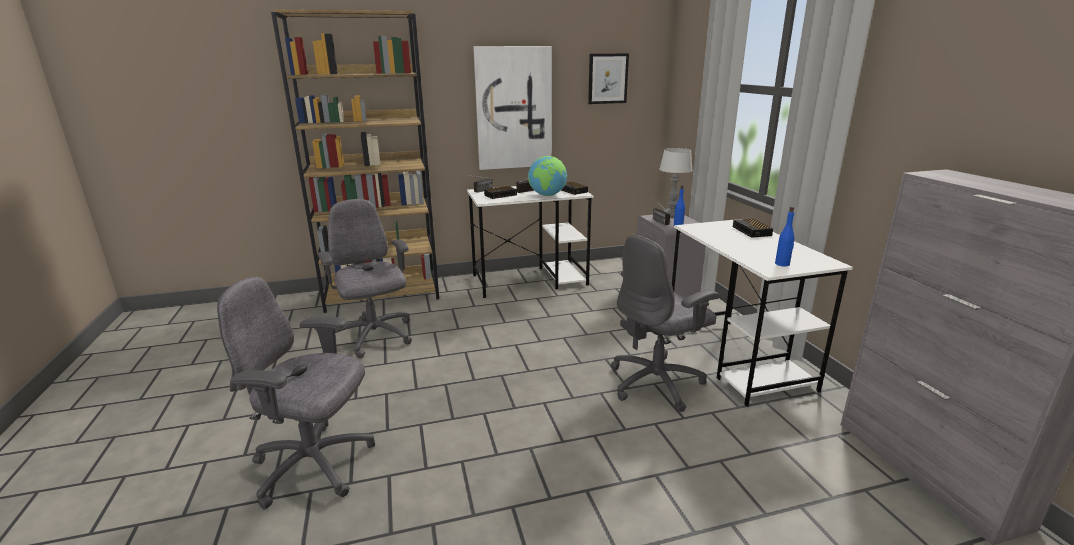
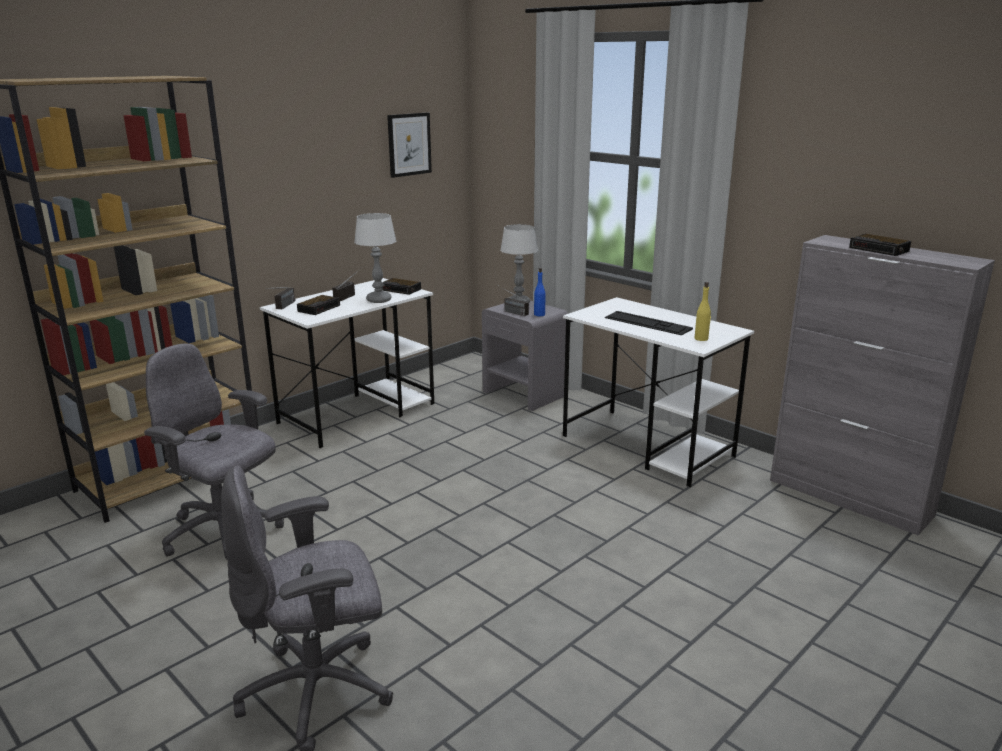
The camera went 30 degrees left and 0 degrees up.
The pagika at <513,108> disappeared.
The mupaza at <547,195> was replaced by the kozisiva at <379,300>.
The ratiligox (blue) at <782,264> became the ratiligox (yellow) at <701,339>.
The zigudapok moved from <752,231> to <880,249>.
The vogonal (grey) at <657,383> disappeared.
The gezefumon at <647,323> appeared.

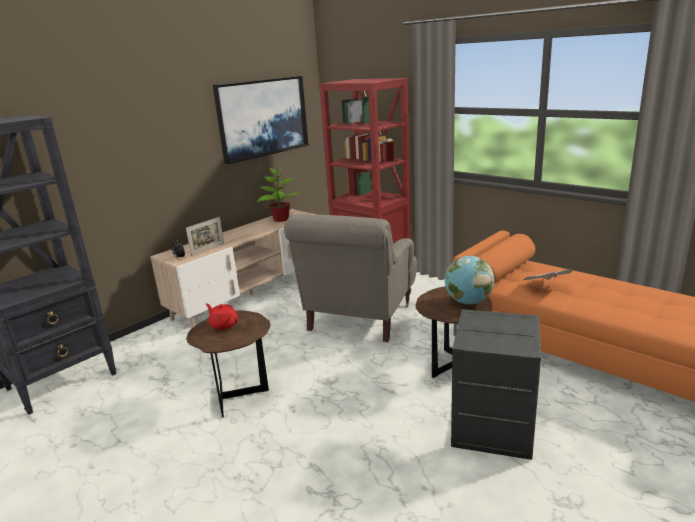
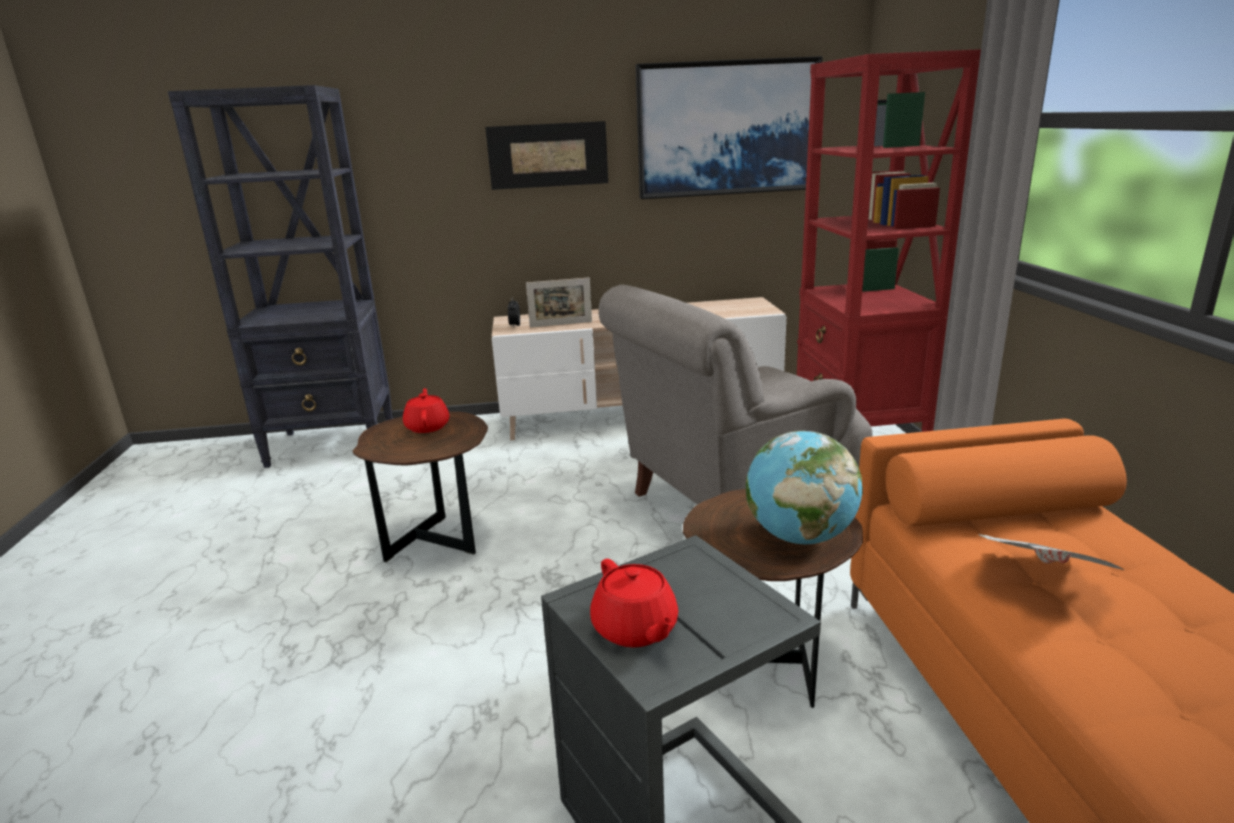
The camera went 40 degrees right and 0 degrees up.
The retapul at <281,219> disappeared.
The pagika at <548,155> appeared.
The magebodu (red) at <635,629> appeared.

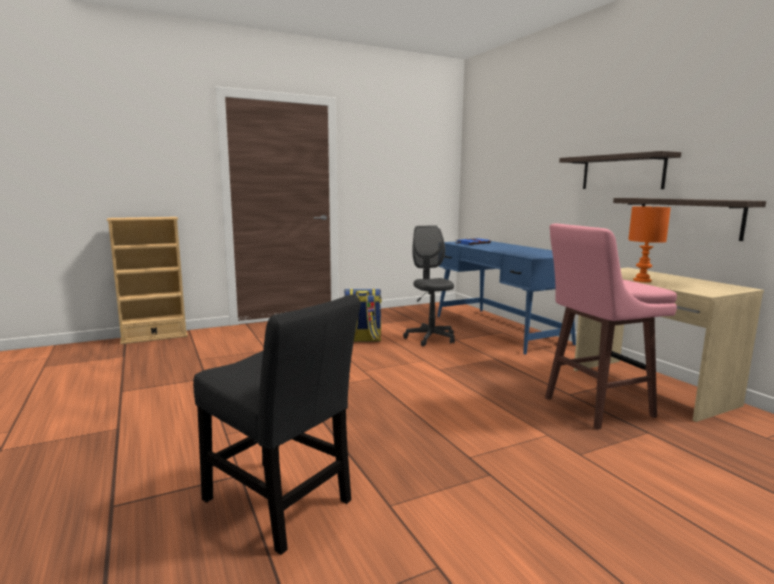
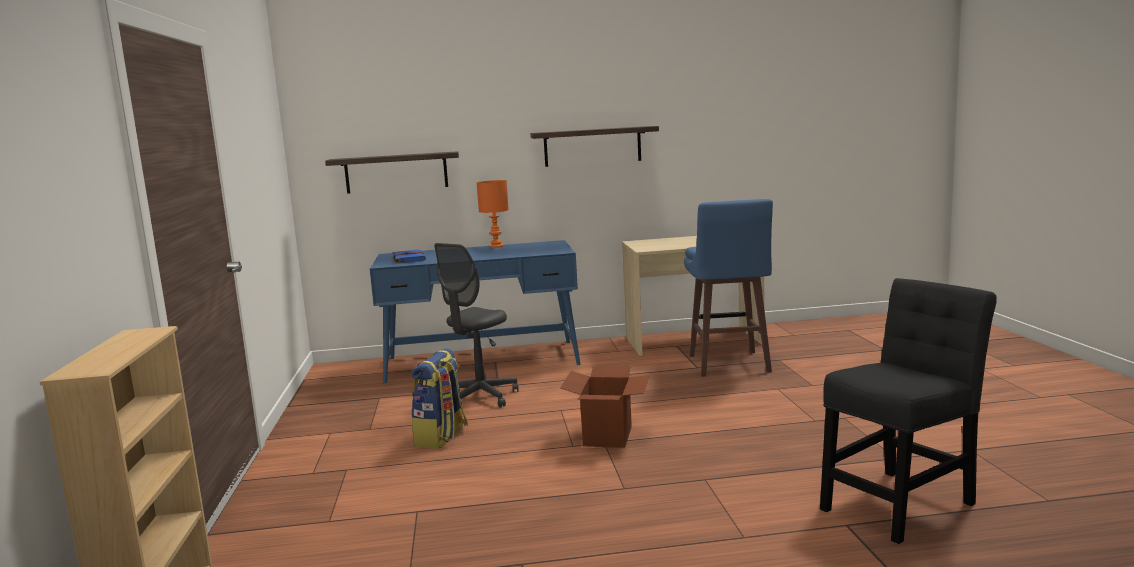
The camera went 70 degrees left and 0 degrees up.
The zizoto moved from <689,217> to <396,172>.
The kozisiva (orange) moved from <642,280> to <496,246>.
The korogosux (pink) at <595,407> became the korogosux (blue) at <728,365>.
The vogonal (grey) at <430,338> turned 60 degrees counterclockwise.
The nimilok at <608,436> appeared.

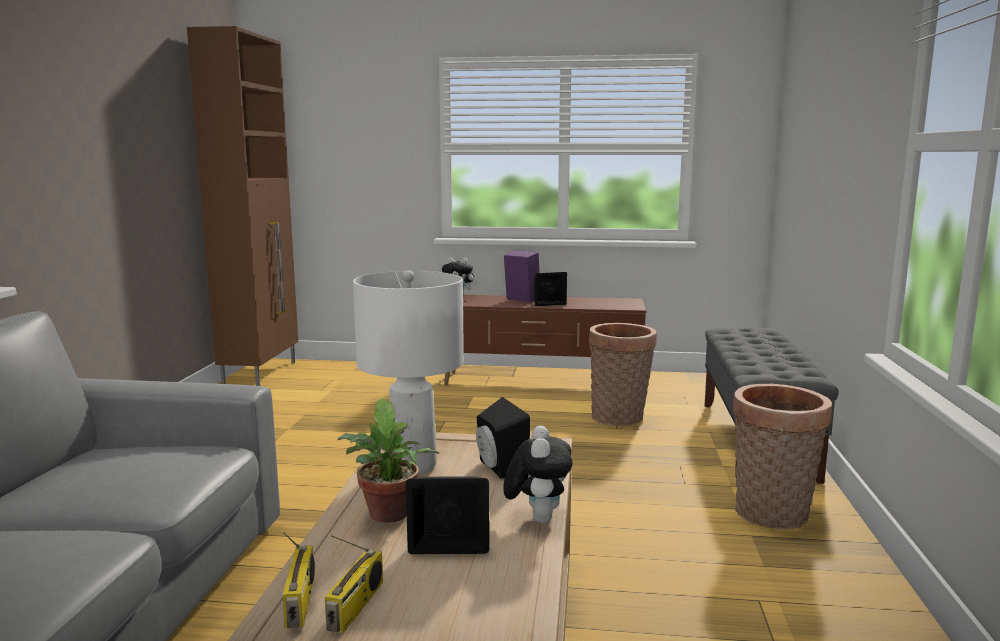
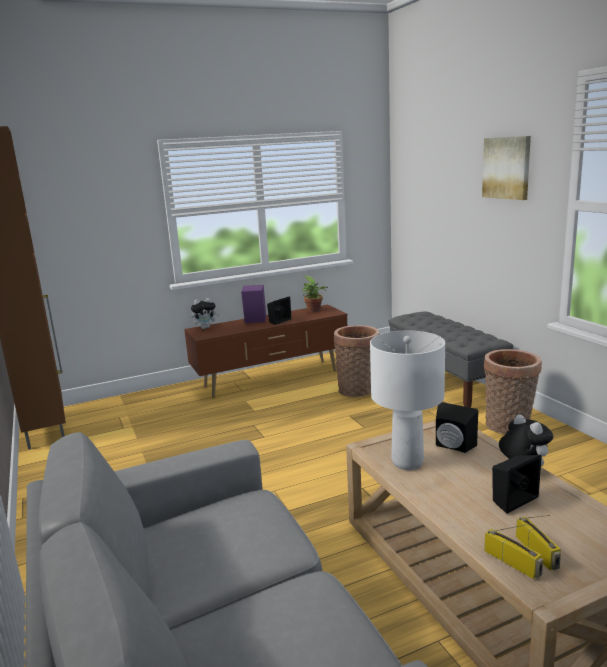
The camera went 30 degrees left and 5 degrees up.
The retapul moved from <389,516> to <315,311>.
The pagika at <507,168> appeared.

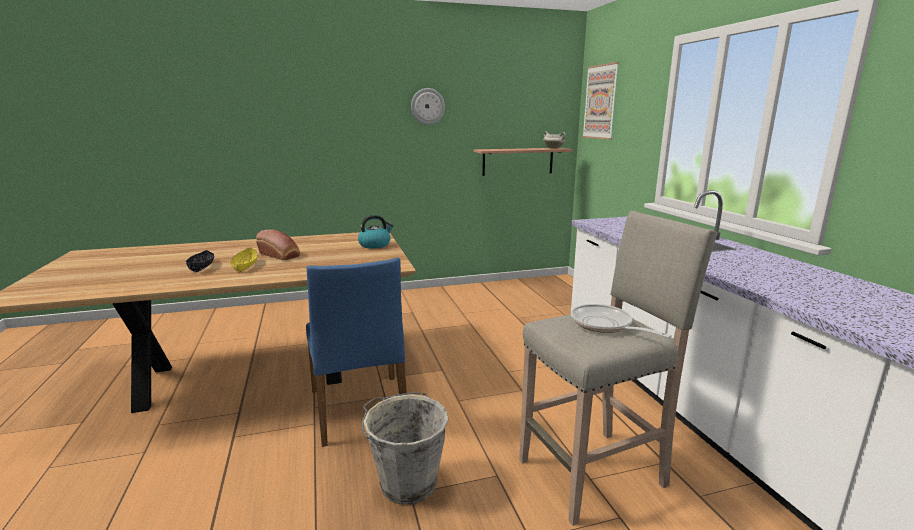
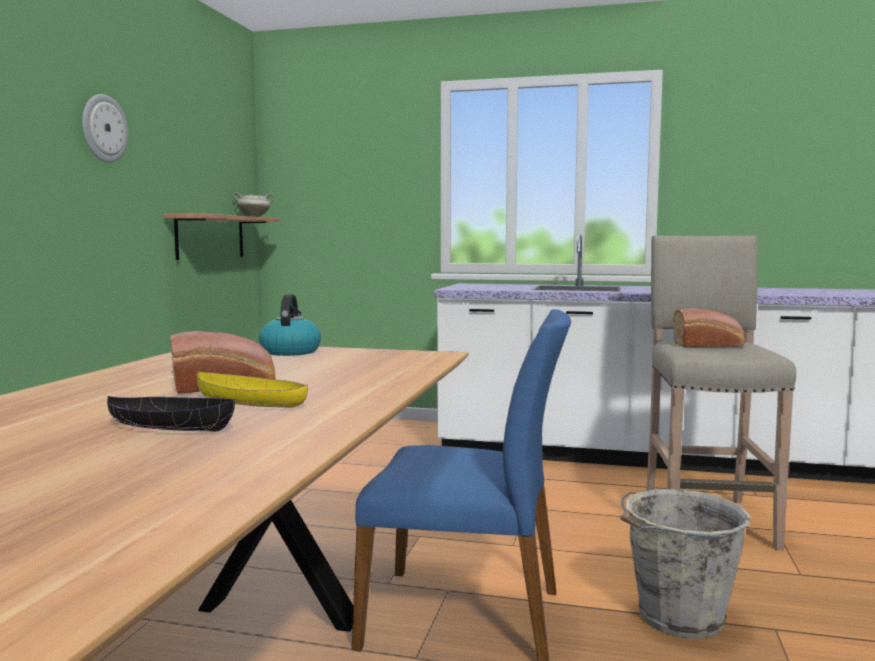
The camera went 60 degrees left and 10 degrees down.
The pagika at <600,102> disappeared.
The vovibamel at <605,325> was replaced by the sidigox at <709,345>.

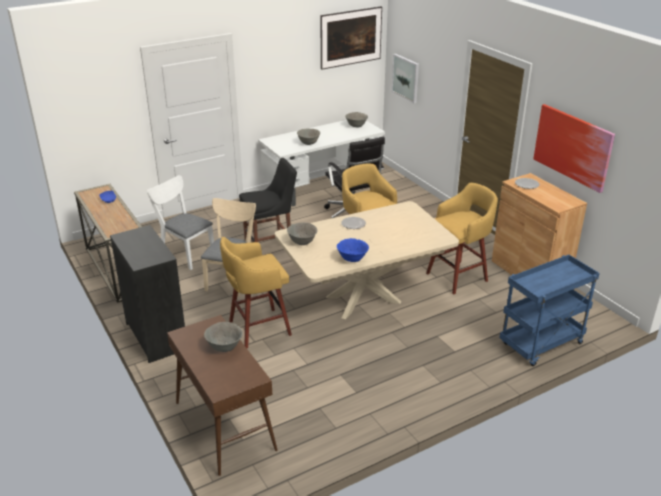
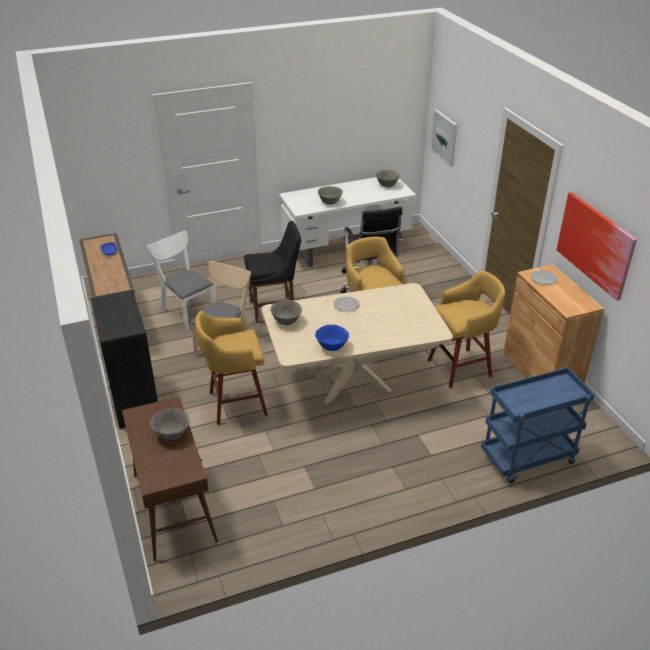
The camera went 10 degrees right and 5 degrees up.
The pagika at <350,50> disappeared.

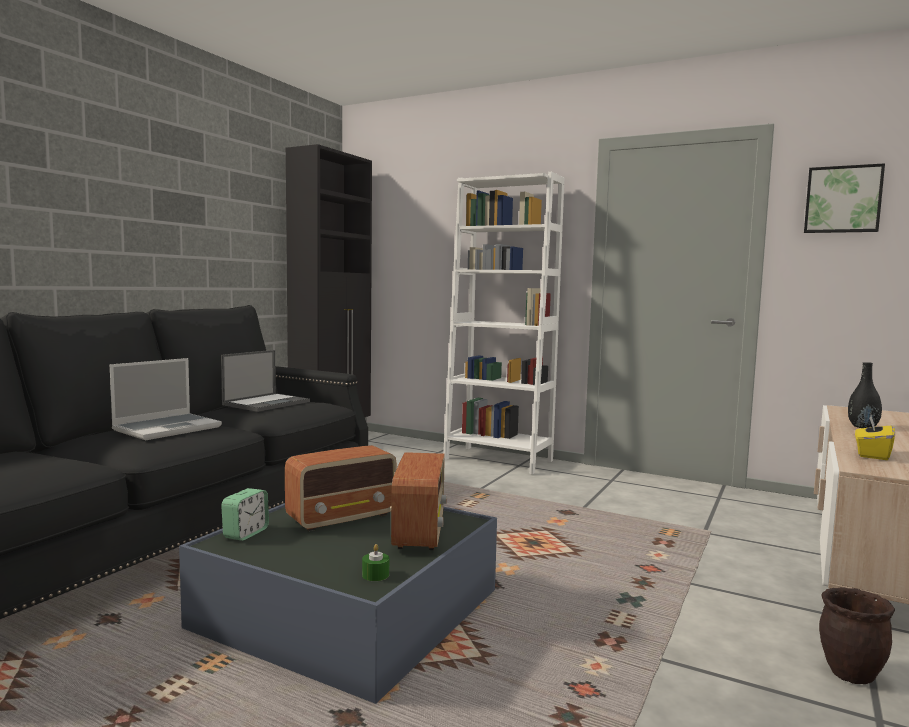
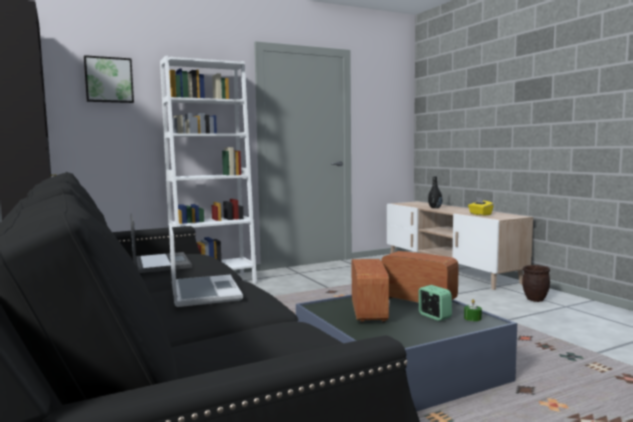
The camera went 55 degrees left and 0 degrees up.
The pagika moved from <842,199> to <109,80>.
The zigudapok moved from <246,533> to <434,316>.

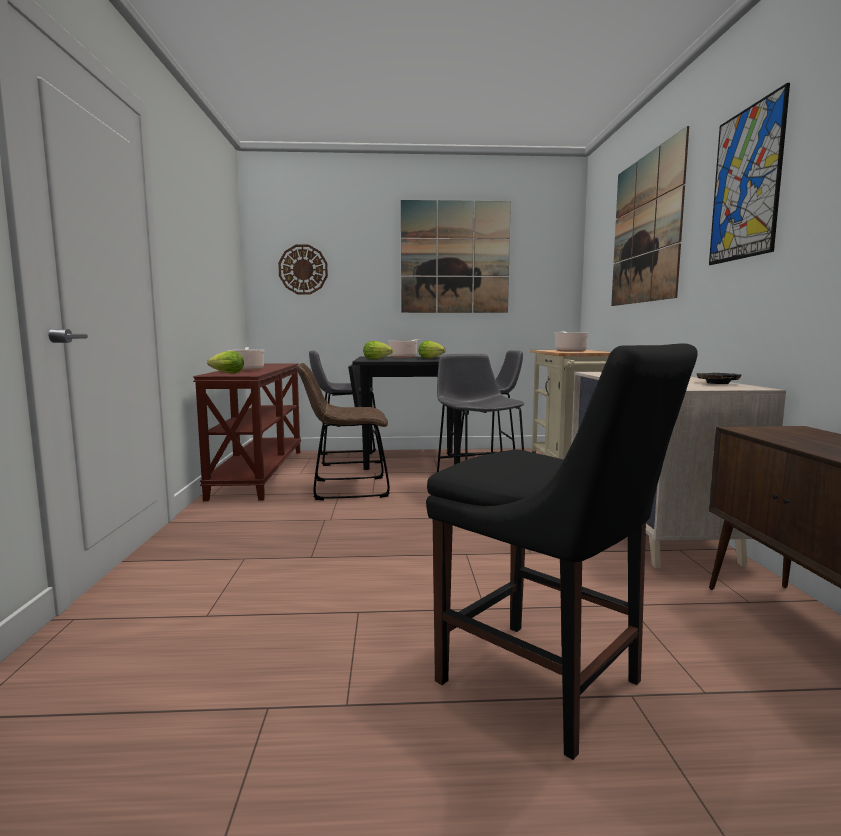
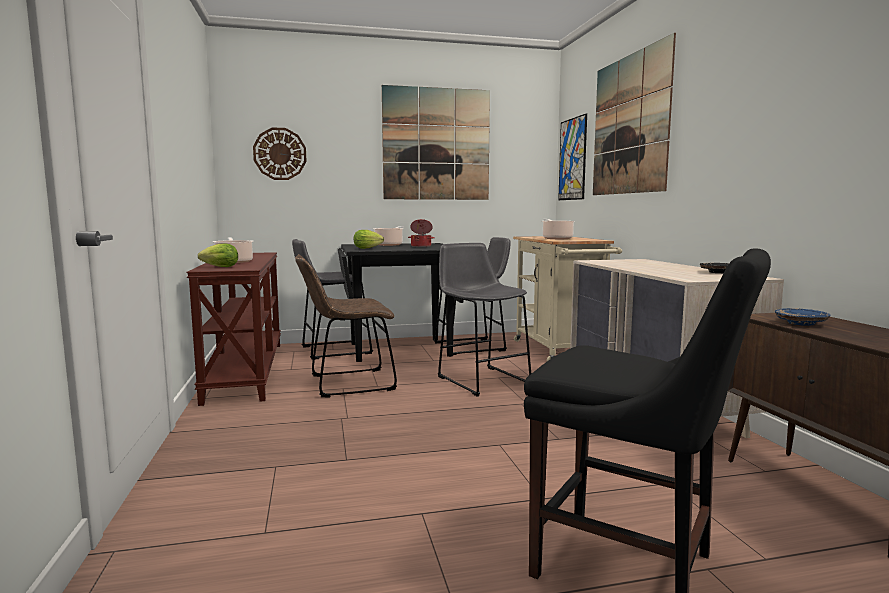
The camera went 10 degrees left and 0 degrees up.
The pagika moved from <746,184> to <572,159>.
The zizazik at <432,358> was replaced by the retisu at <421,246>.
The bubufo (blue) at <801,323> appeared.

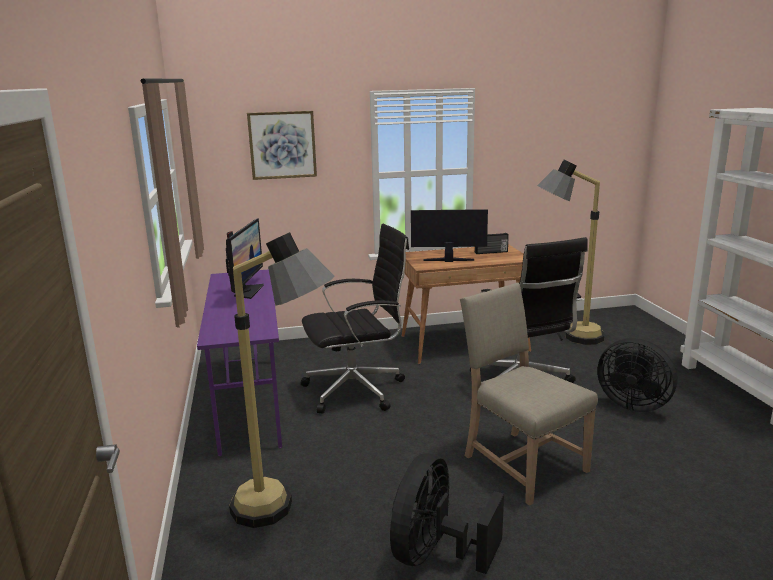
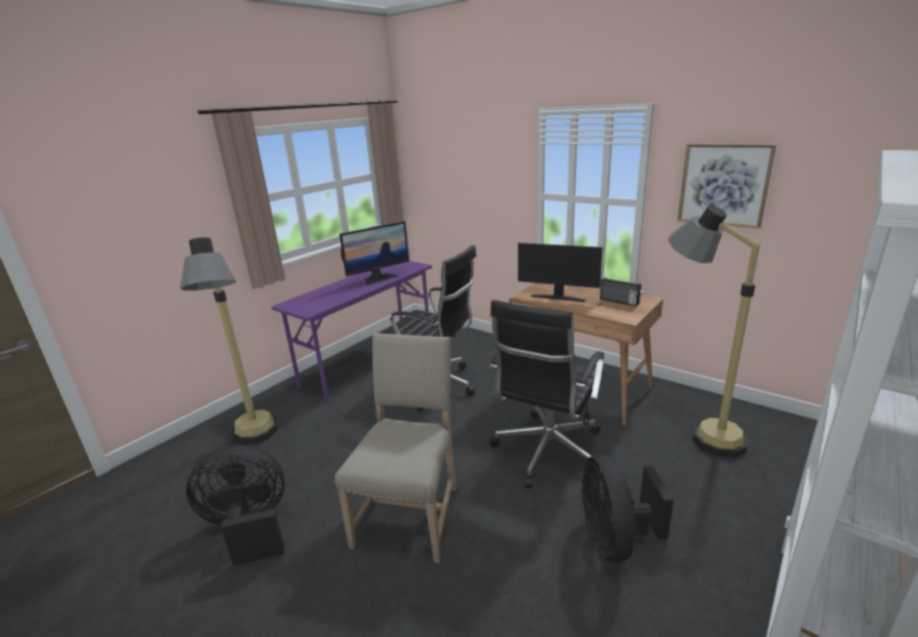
The camera went 50 degrees right and 5 degrees up.
The pagika moved from <282,145> to <723,185>.
The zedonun at <448,260> turned 150 degrees clockwise.

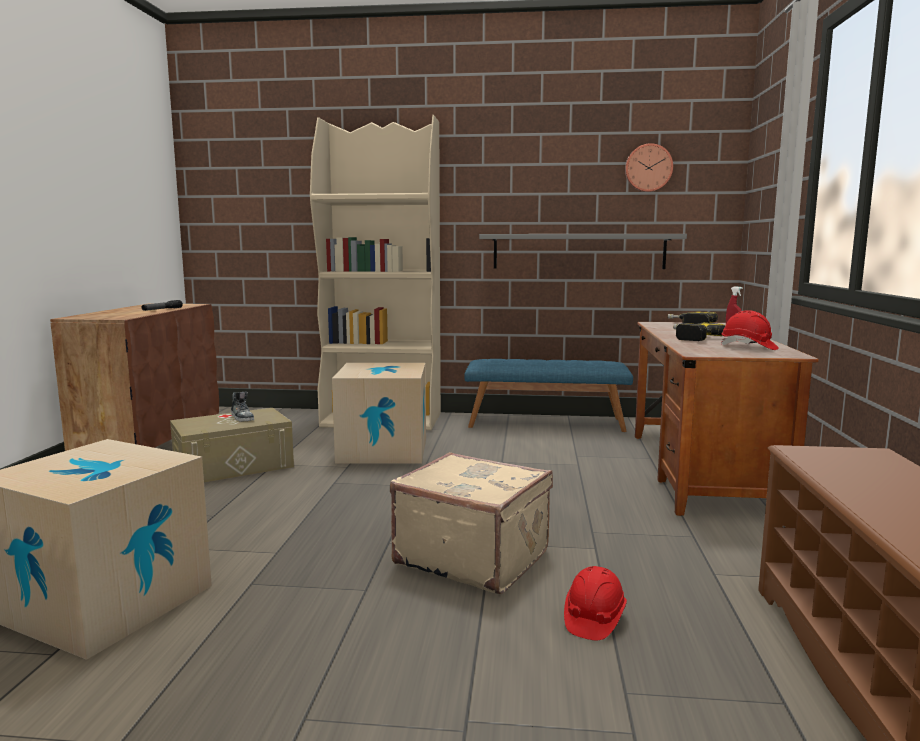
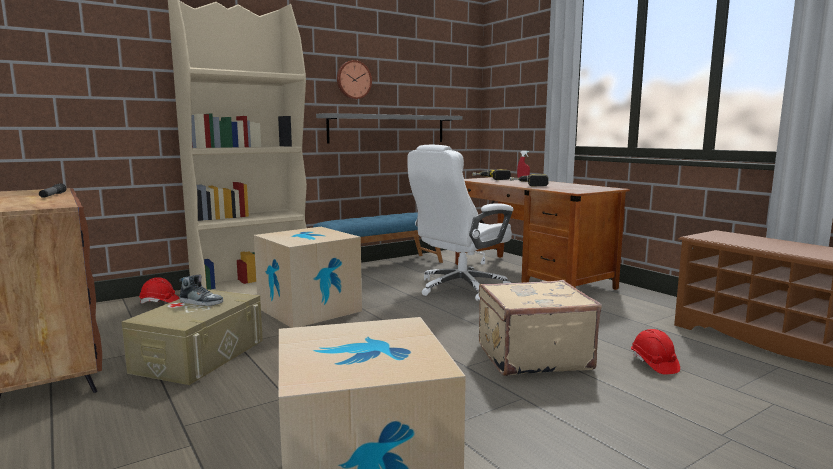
The camera went 40 degrees left and 0 degrees up.
The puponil moved from <648,168> to <353,80>.
The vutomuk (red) moved from <748,347> to <160,302>.
The vogonal (white) at <459,288> appeared.

